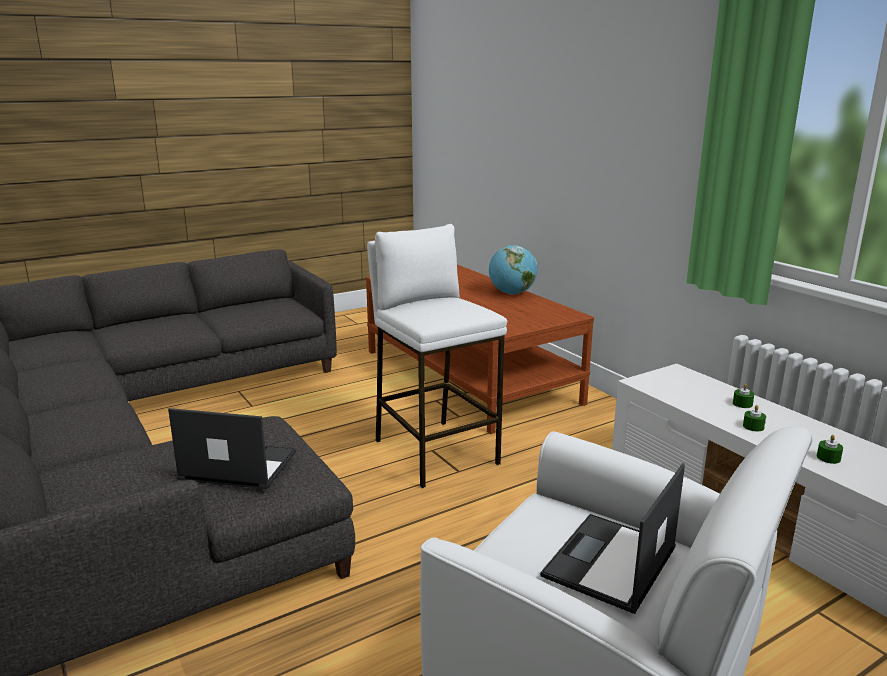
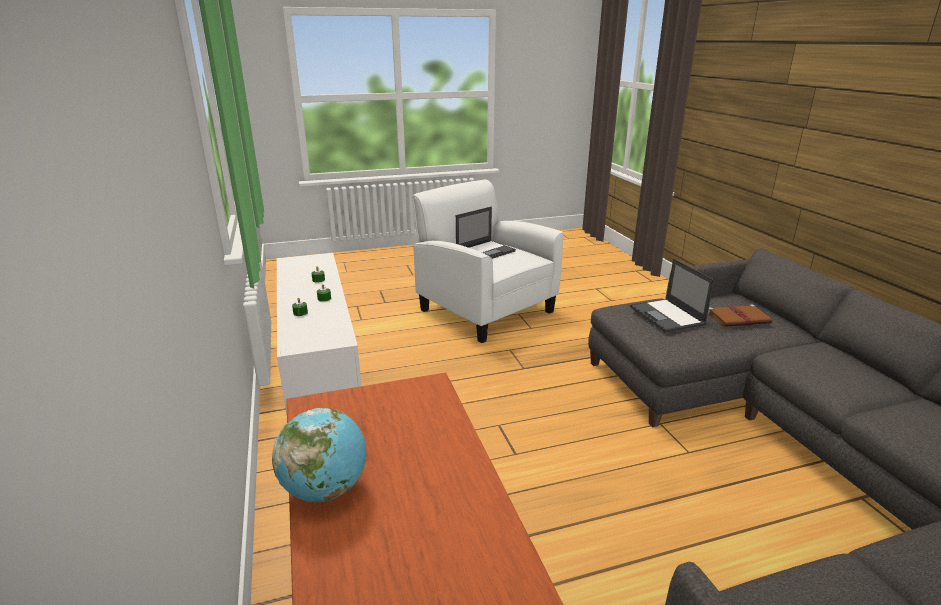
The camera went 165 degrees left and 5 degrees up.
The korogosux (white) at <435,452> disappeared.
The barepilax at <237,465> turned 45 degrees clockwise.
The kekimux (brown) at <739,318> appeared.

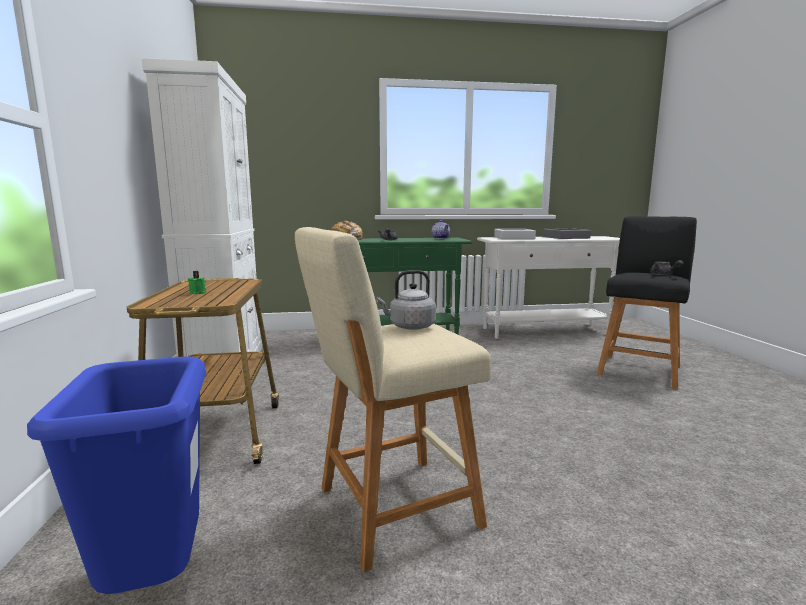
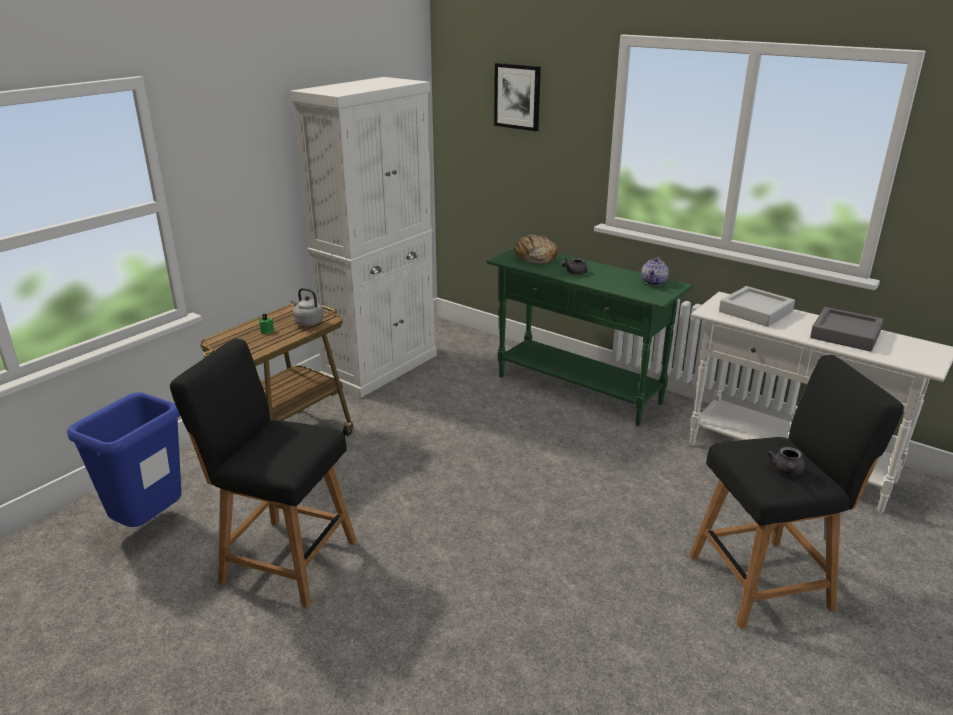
The camera went 45 degrees right and 15 degrees up.
The korogosux (beige) at <390,509> became the korogosux (black) at <283,559>.
The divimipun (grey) moved from <409,327> to <307,322>.
The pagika at <517,96> appeared.

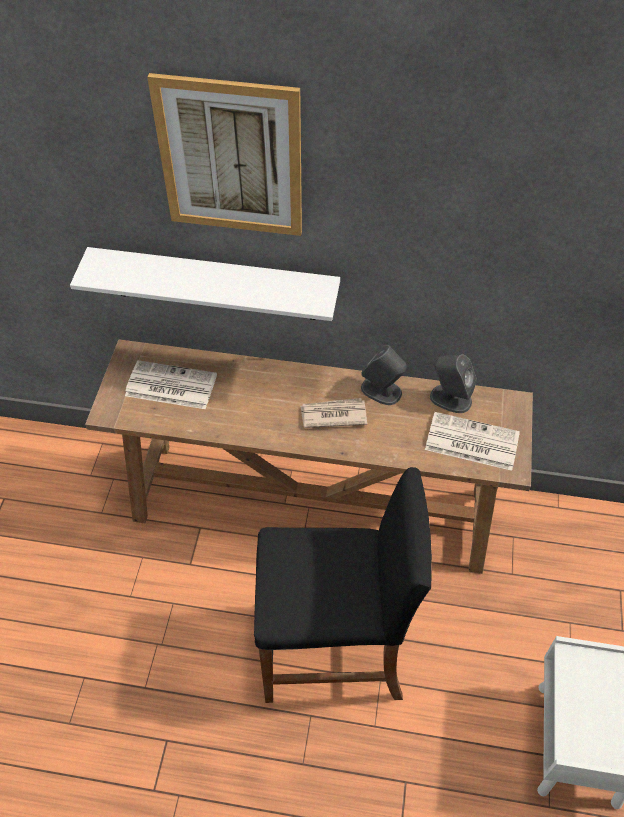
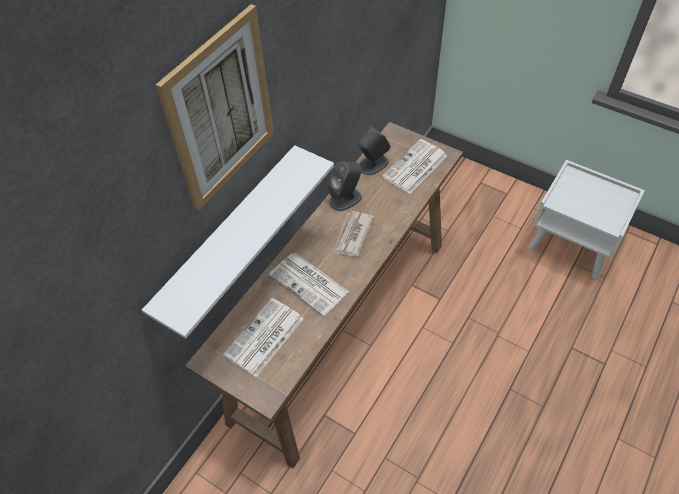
The camera went 65 degrees left and 0 degrees up.
The korogosux (black) at <333,651> disappeared.
The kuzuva at <310,284> appeared.

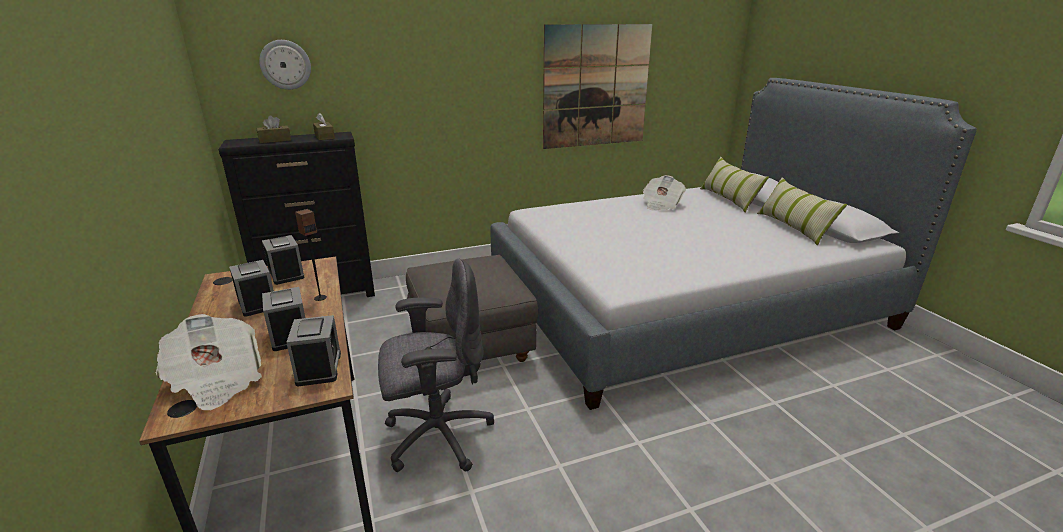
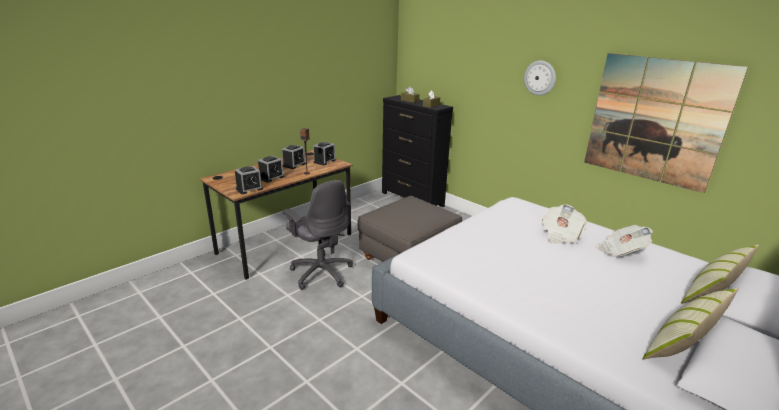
The camera went 65 degrees right and 0 degrees up.
The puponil moved from <285,64> to <540,78>.
The kuzuva moved from <217,381> to <560,235>.

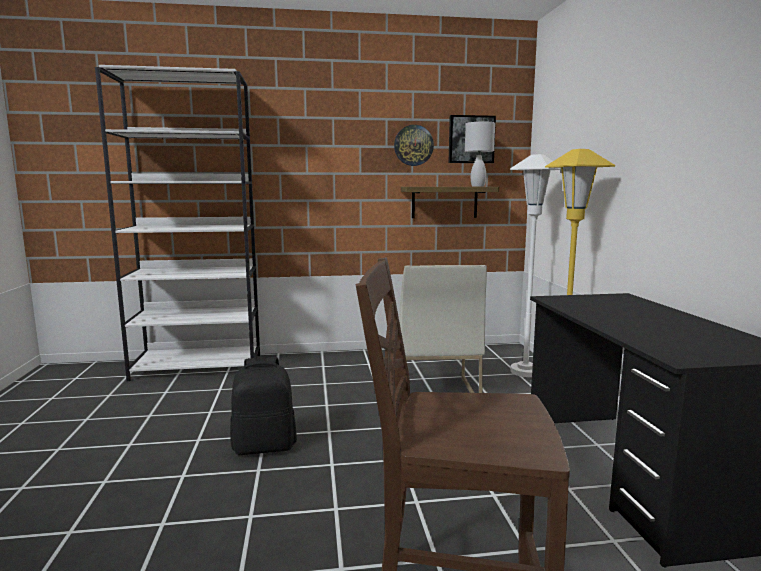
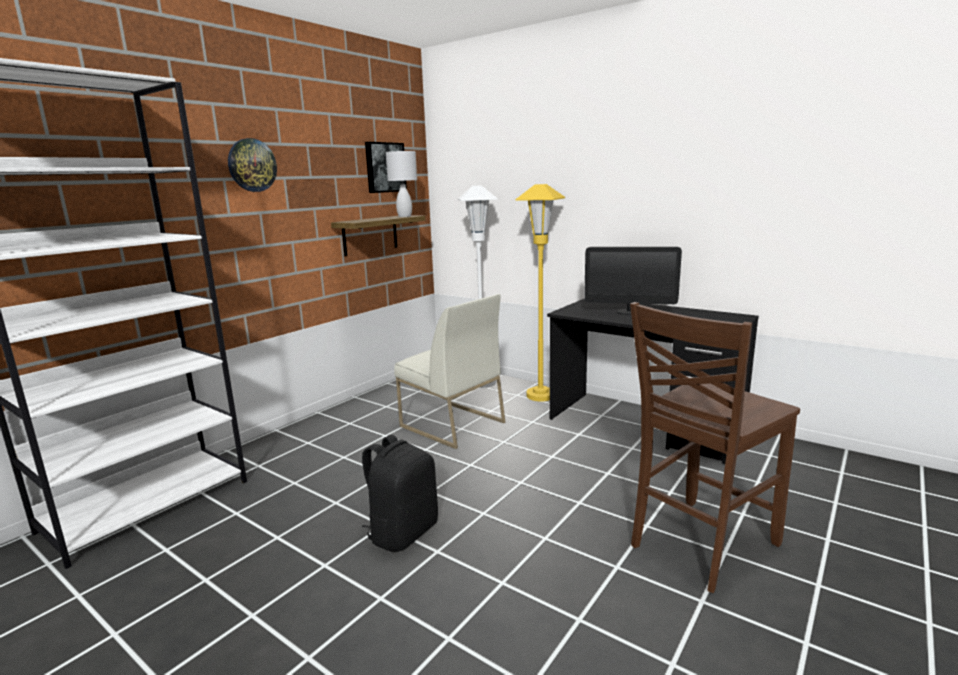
The camera went 45 degrees left and 5 degrees up.
The puponil moved from <413,145> to <252,165>.
The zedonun at <629,312> appeared.

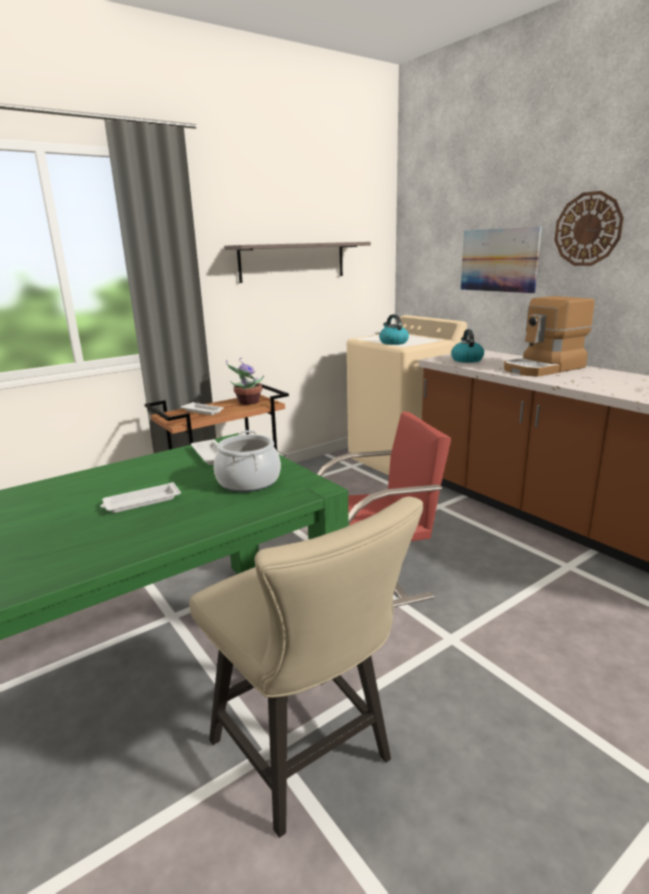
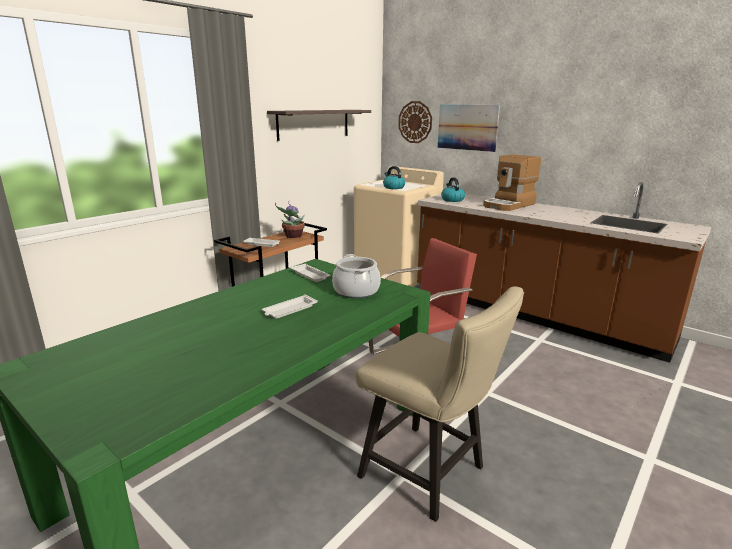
The camera went 15 degrees left and 0 degrees up.
The puponil moved from <588,229> to <415,122>.

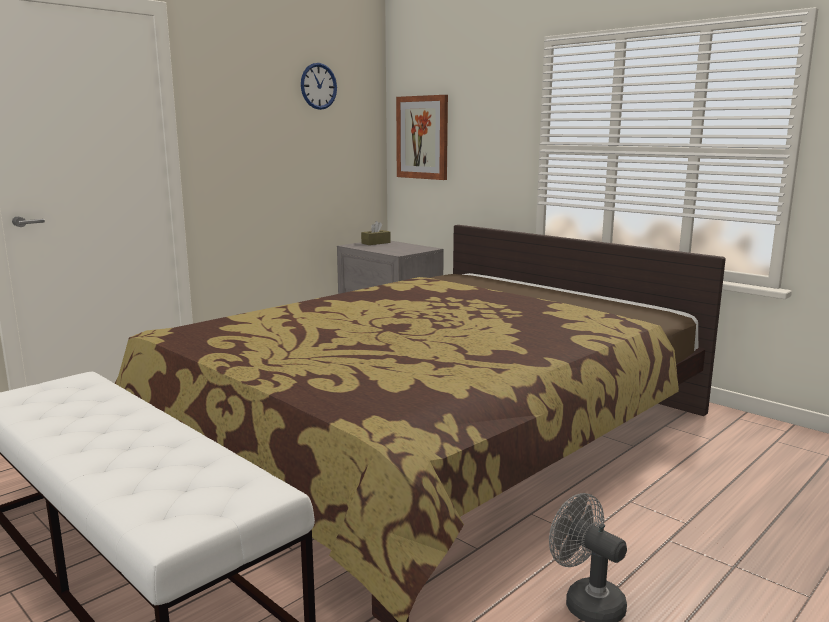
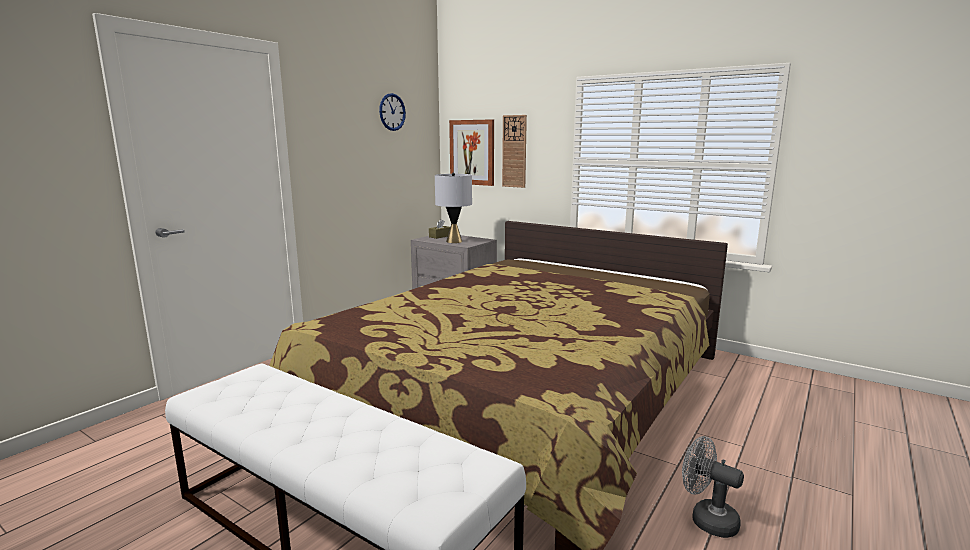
The camera went 10 degrees left and 0 degrees up.
The puponil at <514,151> appeared.
The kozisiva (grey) at <454,241> appeared.

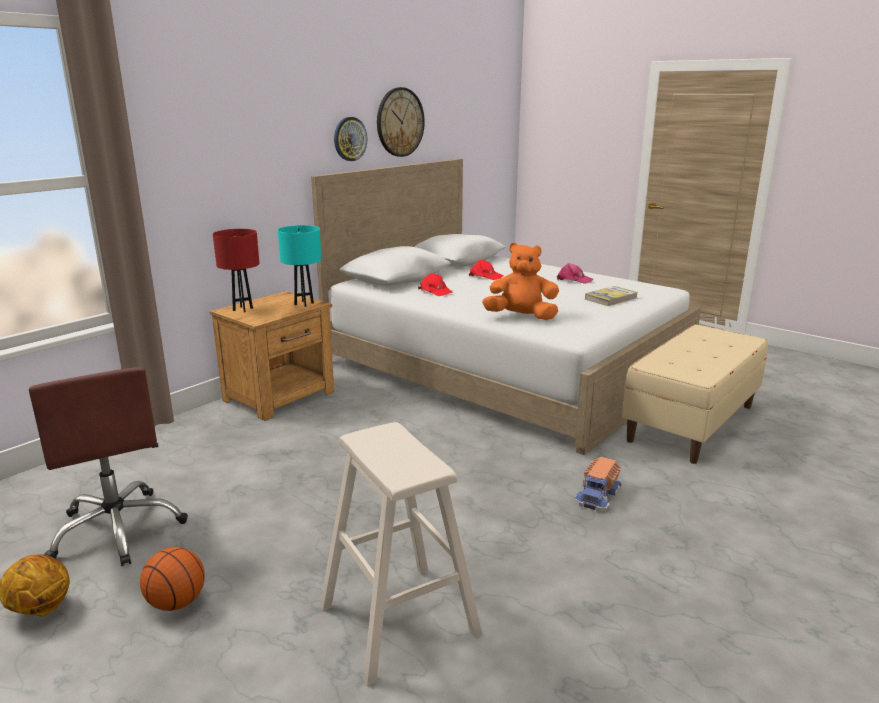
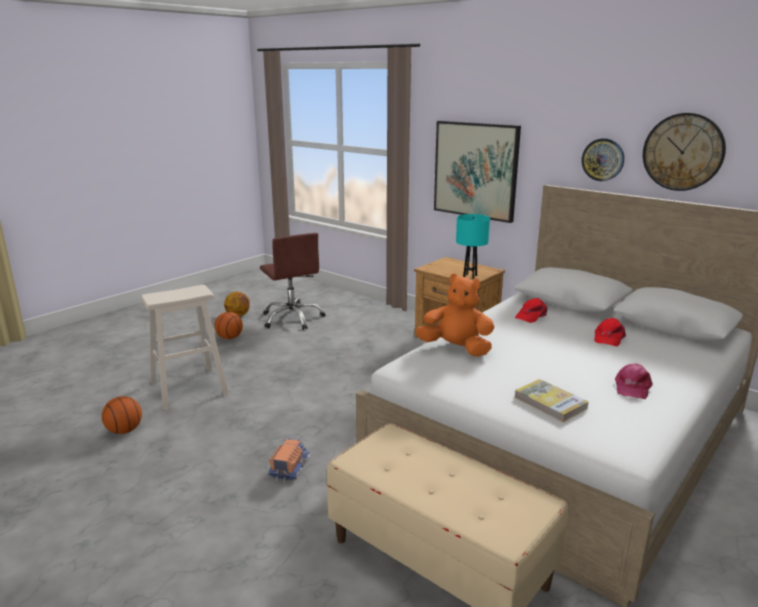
The camera went 90 degrees right and 0 degrees up.
The kozisiva (red) at <242,309> disappeared.
The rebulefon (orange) at <521,317> turned 75 degrees counterclockwise.
The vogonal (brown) at <118,529> turned 90 degrees counterclockwise.
The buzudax at <598,495> turned 75 degrees clockwise.
The pagika at <475,170> appeared.
The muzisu at <124,431> appeared.

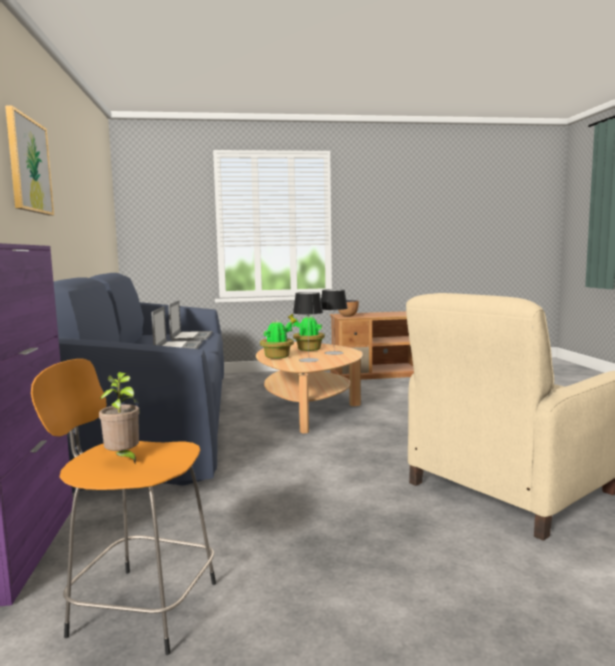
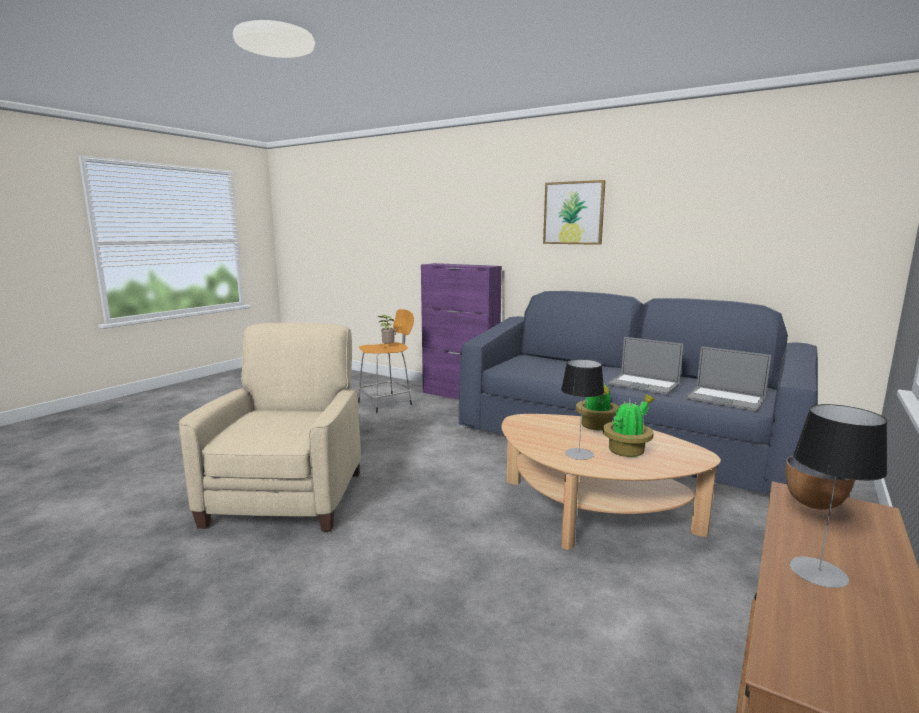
The camera went 130 degrees right and 5 degrees up.
The kozisiva moved from <308,360> to <818,572>.

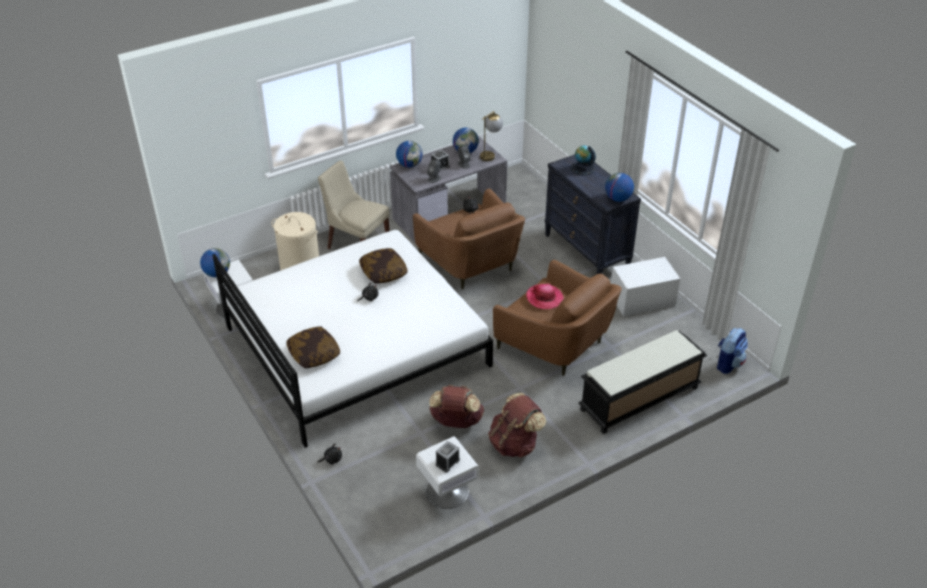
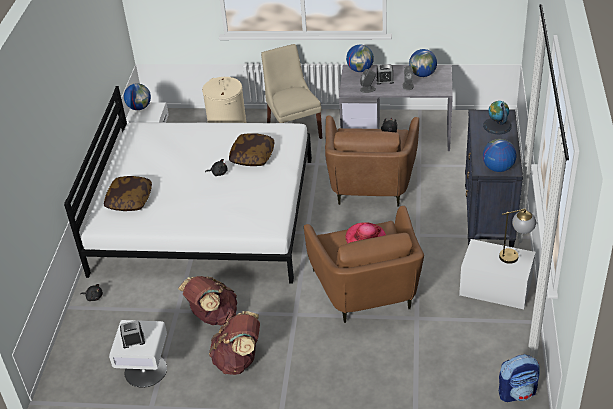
The camera went 40 degrees right and 0 degrees up.
The kozisiva moved from <490,154> to <515,255>.
The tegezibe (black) at <639,399> disappeared.

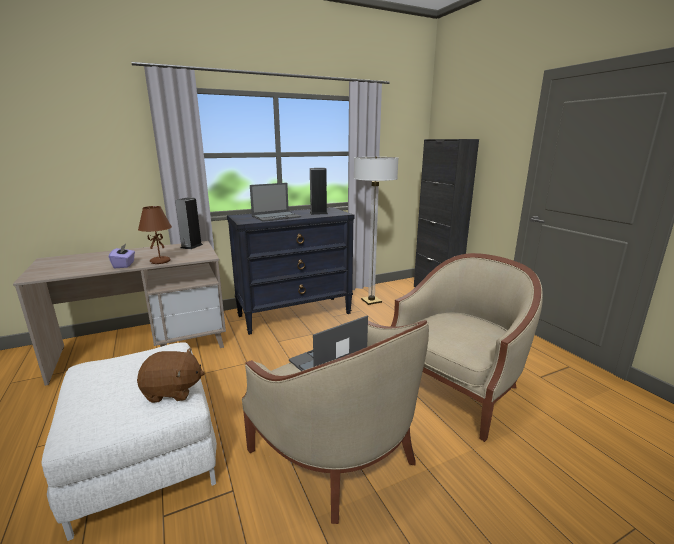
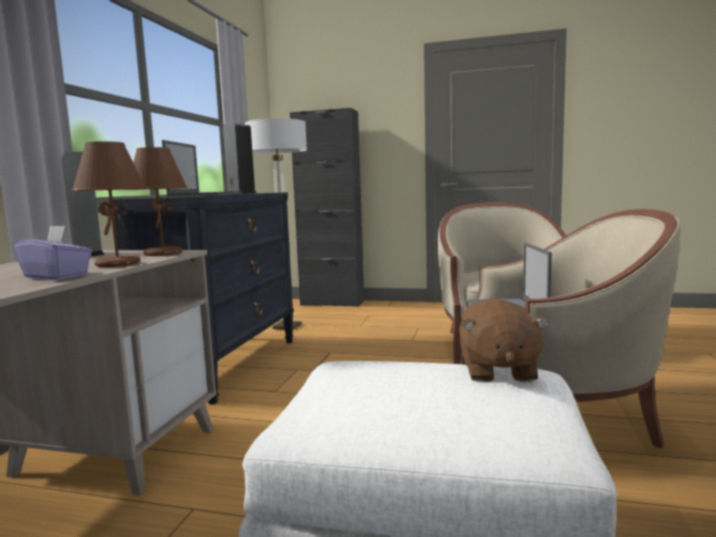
The camera went 50 degrees left and 10 degrees down.
The rebulefon (brown) at <173,391> turned 150 degrees clockwise.
The kozisiva (brown) at <163,254> appeared.

